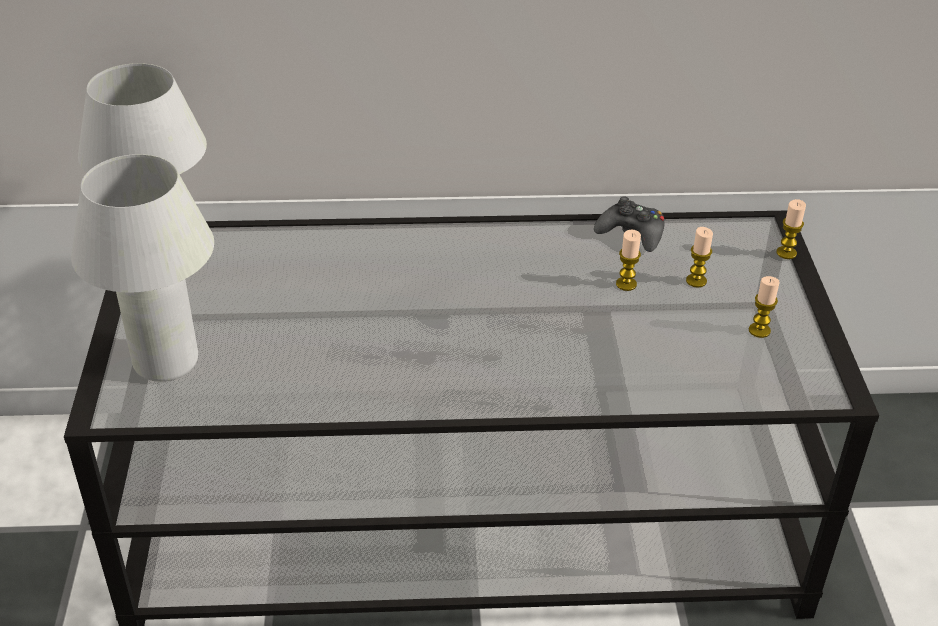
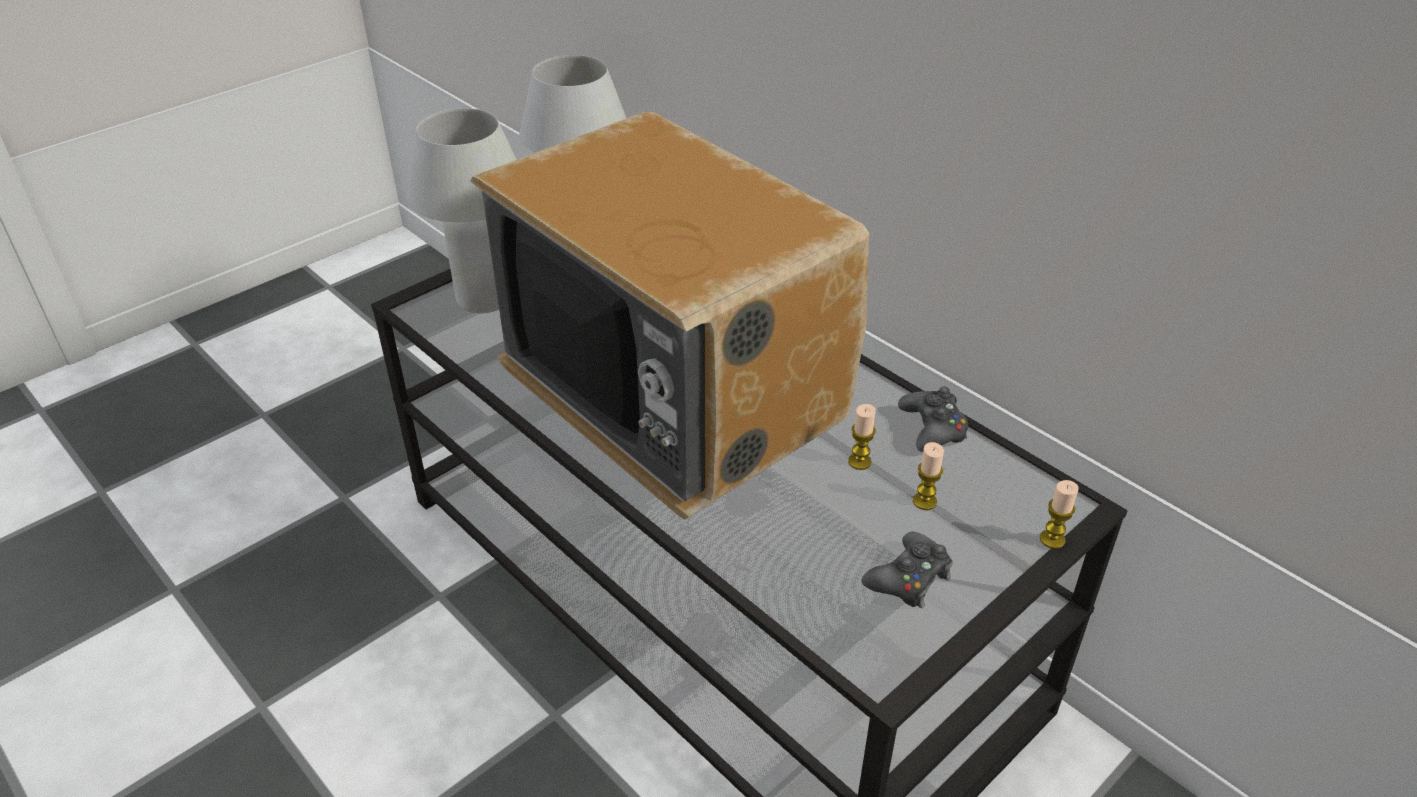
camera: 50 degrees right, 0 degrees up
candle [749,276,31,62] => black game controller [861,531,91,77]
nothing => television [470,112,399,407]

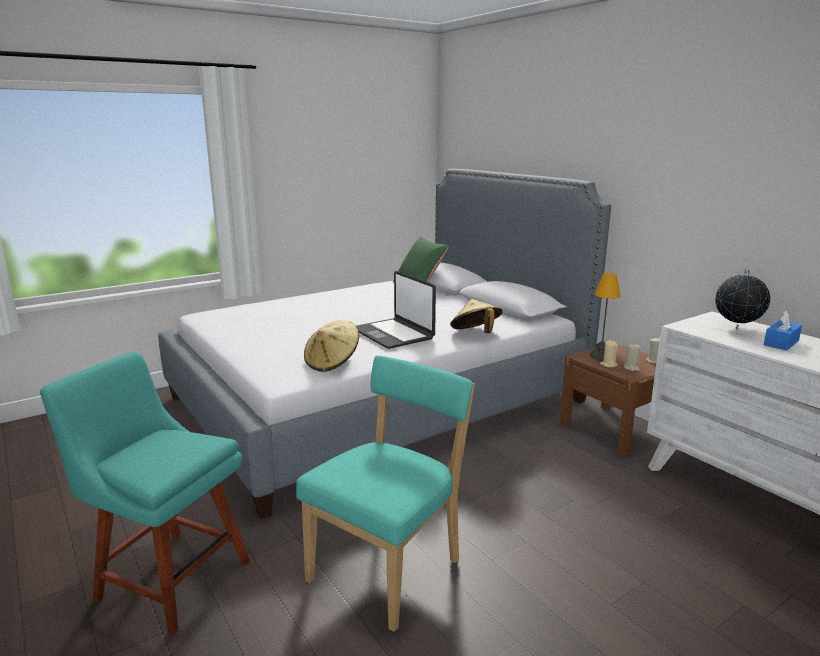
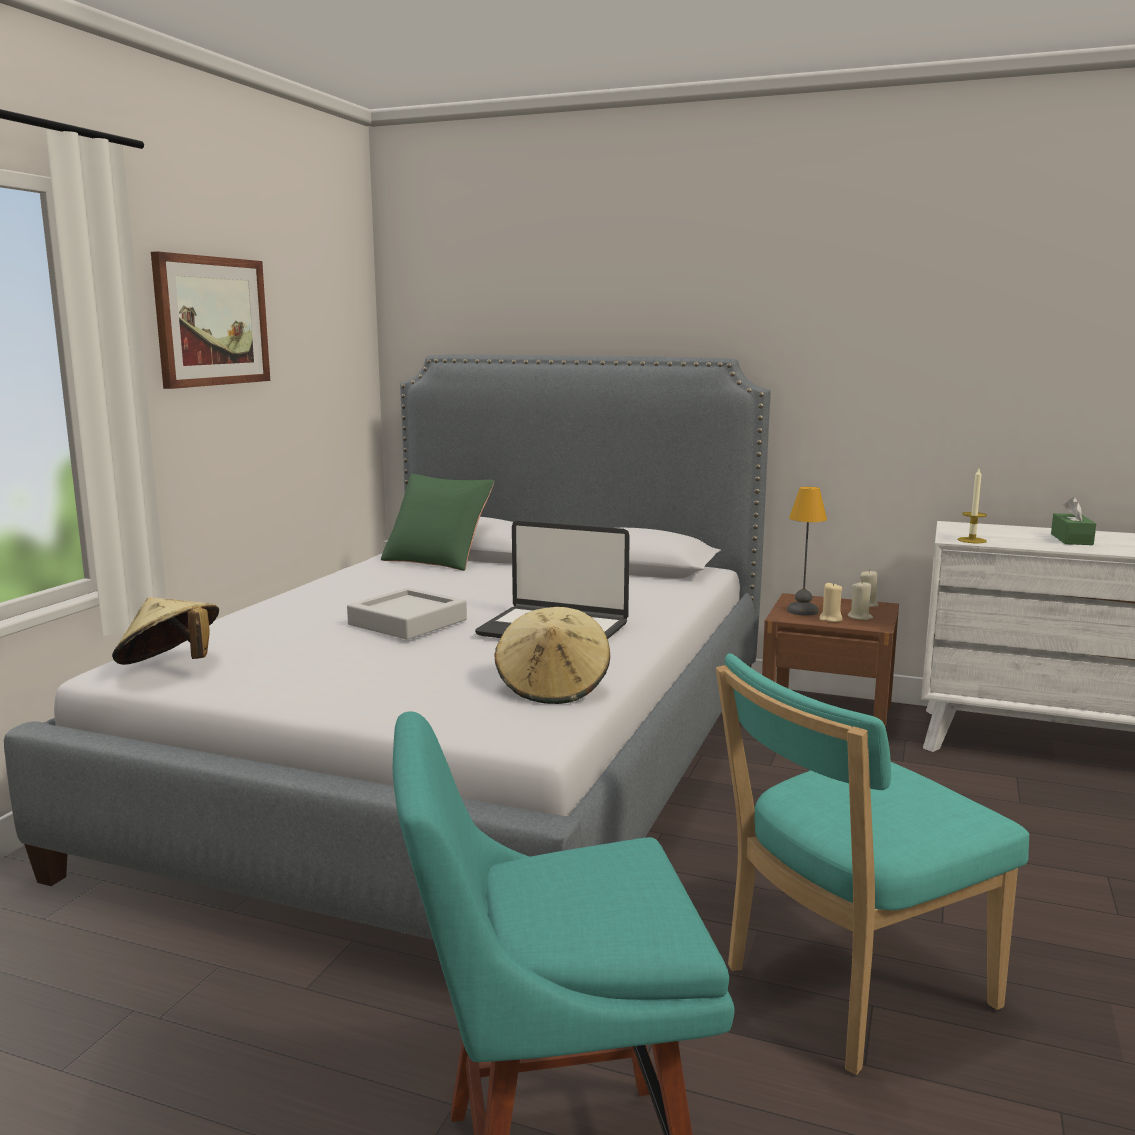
camera: 35 degrees left, 5 degrees down
turquoise chair [296,356,179,276] => turquoise chair [716,653,313,422], 120 degrees counterclockwise
beige hat [450,299,52,34] => beige hat [112,597,107,68], relocated
globe [715,269,55,60] => nothing
blue tissue box [764,310,38,40] => green tissue box [1051,497,45,48]
nothing => picture [151,251,119,138]
nothing => grey tray [347,588,120,52]
nothing => candle [958,469,29,74]

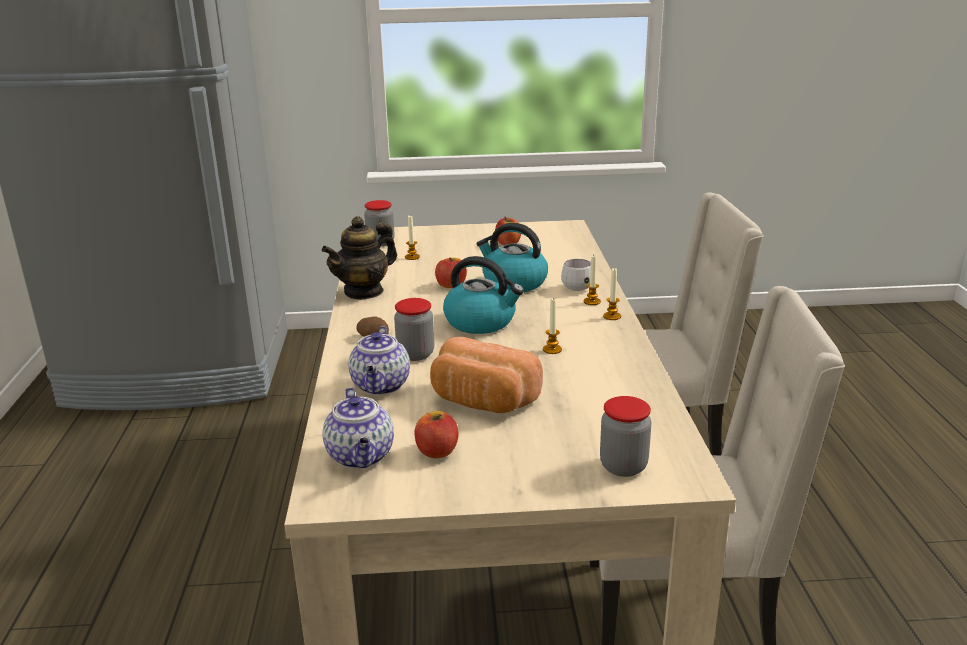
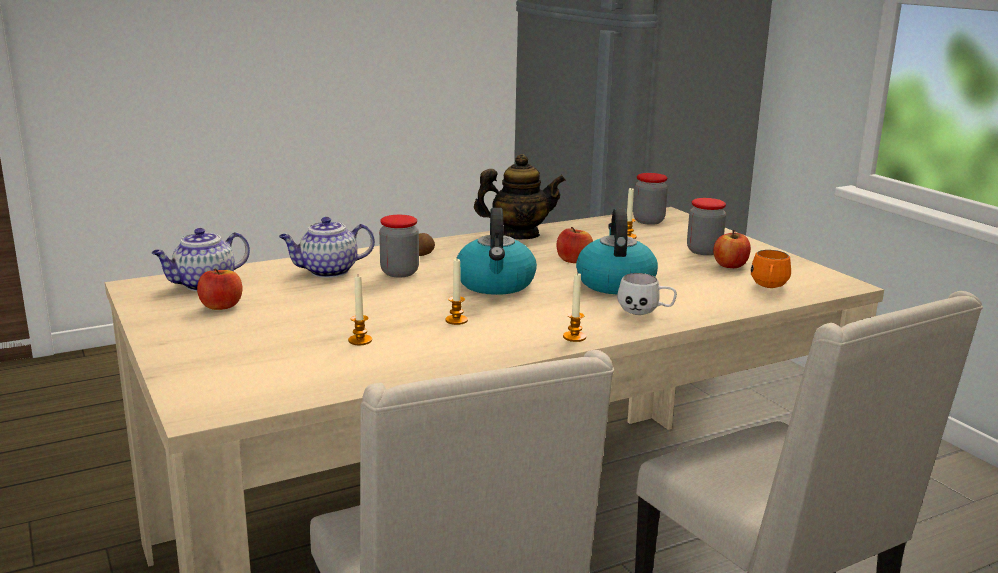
camera: 65 degrees right, 5 degrees down
teapot [322,216,75,84] => teapot [474,154,92,85], 150 degrees clockwise
bread [430,337,113,76] => nothing
candle [584,255,17,50] => candle [348,276,24,69], relocated
jar [600,396,51,81] => jar [687,198,39,57], relocated
nothing => orange mug [751,250,40,38]

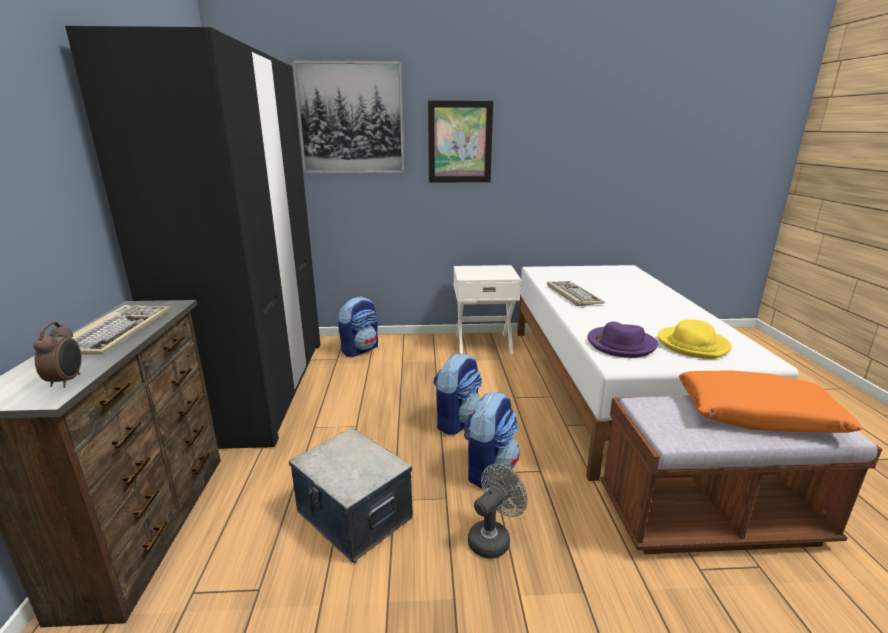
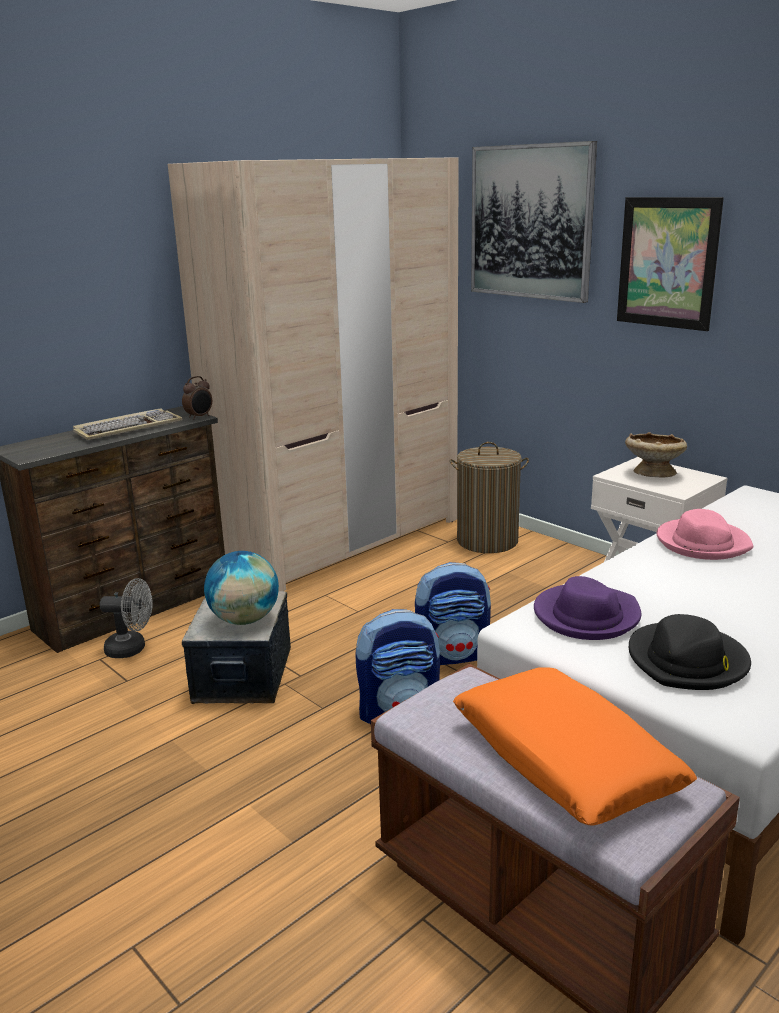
camera: 50 degrees right, 0 degrees up
alarm clock [34,322,48,65] => alarm clock [182,376,30,43], relocated
black wardrobe [65,26,255,423] => beige wardrobe [168,157,291,434]
backpack [338,296,40,61] => laundry basket [450,442,79,111]
grey fan [468,464,60,95] => grey fan [100,578,53,80], relocated
keyboard [547,281,58,25] => pink hat [657,509,96,51]
yellow hat [658,320,74,39] => black hat [629,614,122,76]
nothing => globe [204,551,75,74]
nothing => beige bowl [625,432,62,46]

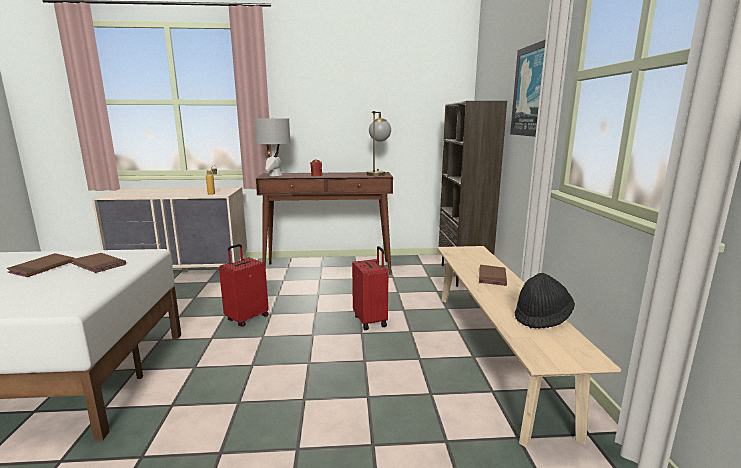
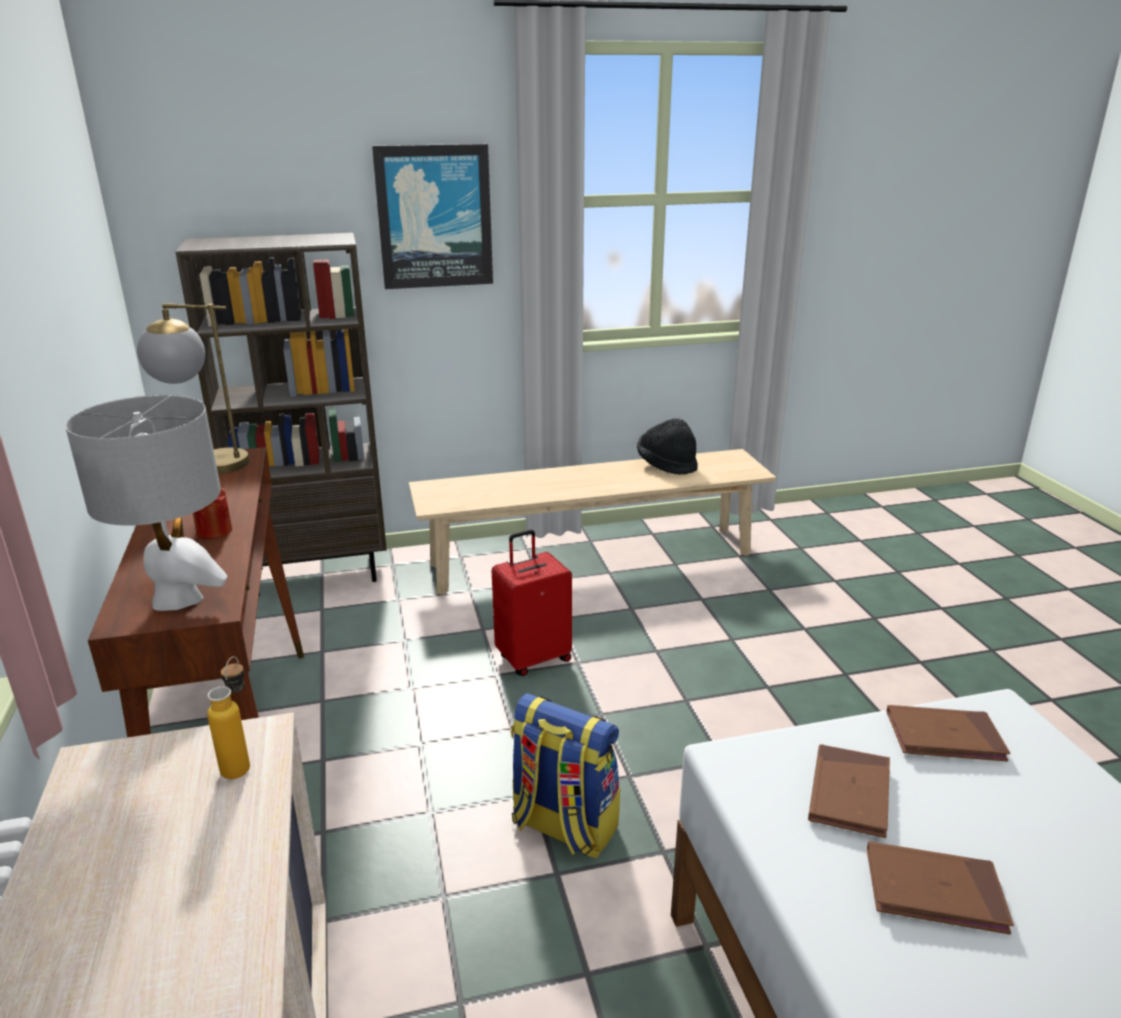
camera: 100 degrees left, 10 degrees up
red suitcase [219,244,50,82] => backpack [511,693,109,165]
brown book [479,265,28,21] => brown book [886,705,124,57], relocated

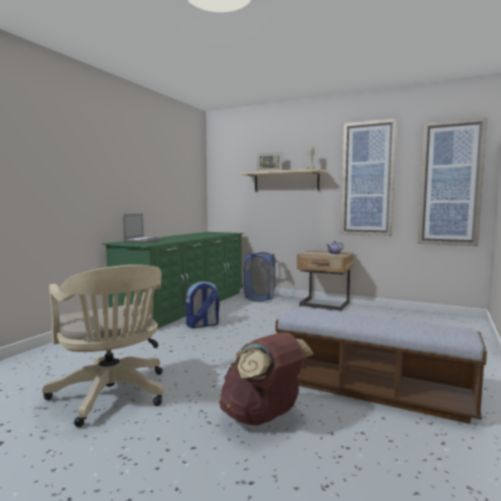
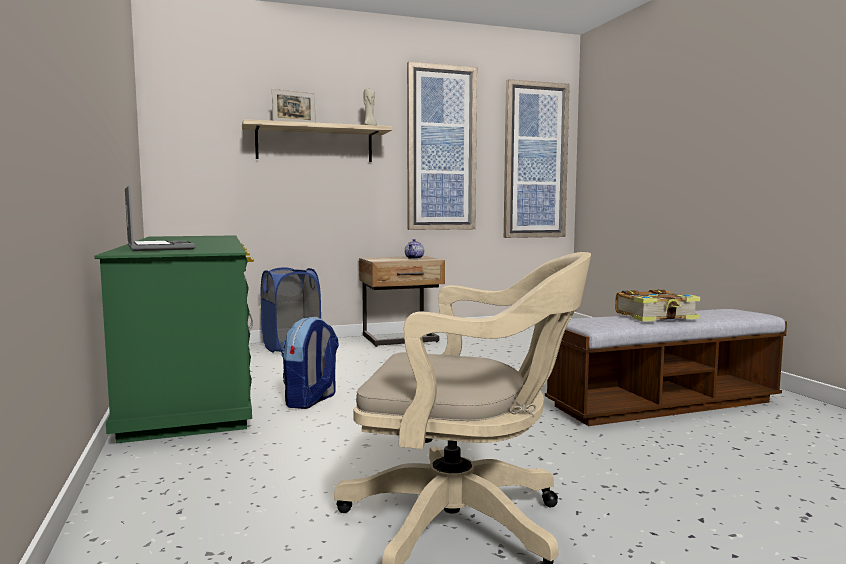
camera: 45 degrees left, 0 degrees up
brown backpack [219,333,95,93] => nothing
nothing => book [615,289,85,33]

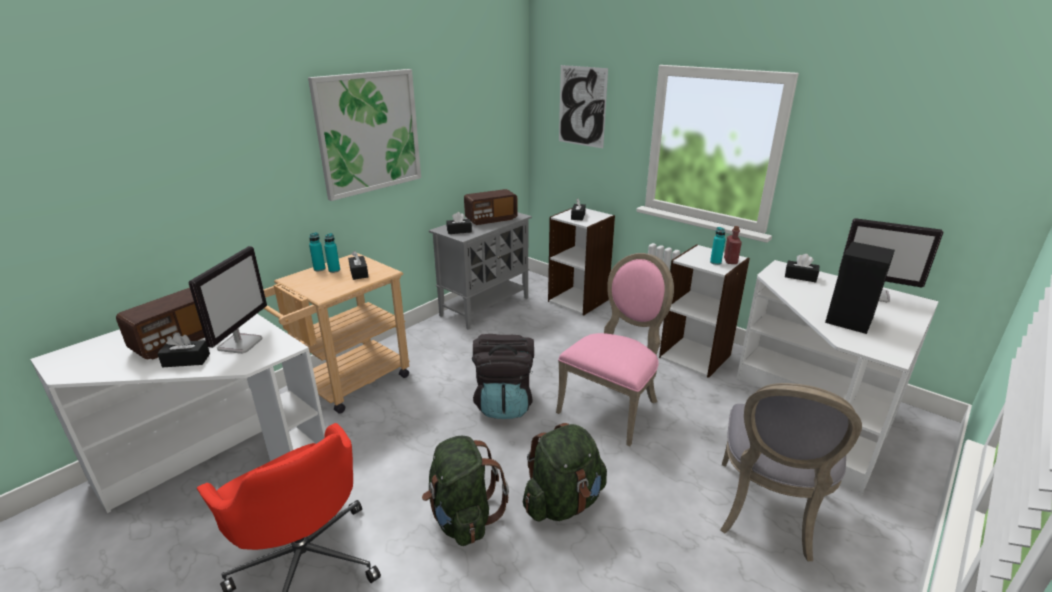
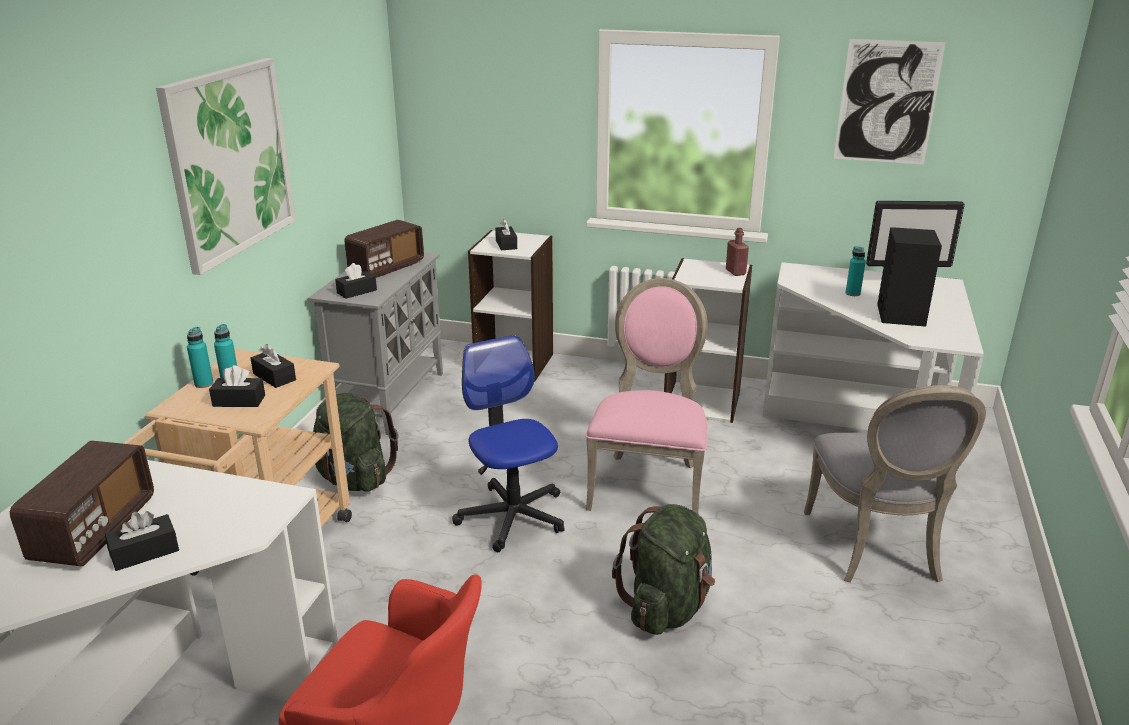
camera: 25 degrees left, 0 degrees up
monitor [188,246,79,108] => nothing
green backpack [422,436,87,110] => green backpack [313,393,85,99], relocated
black backpack [472,334,62,85] => office chair [452,335,113,217]
picture [559,65,49,83] => picture [834,39,112,126], relocated
turquoise bottle [710,227,16,38] => turquoise bottle [846,246,20,50], relocated
black tissue box [785,254,34,28] => black tissue box [209,365,56,42], relocated

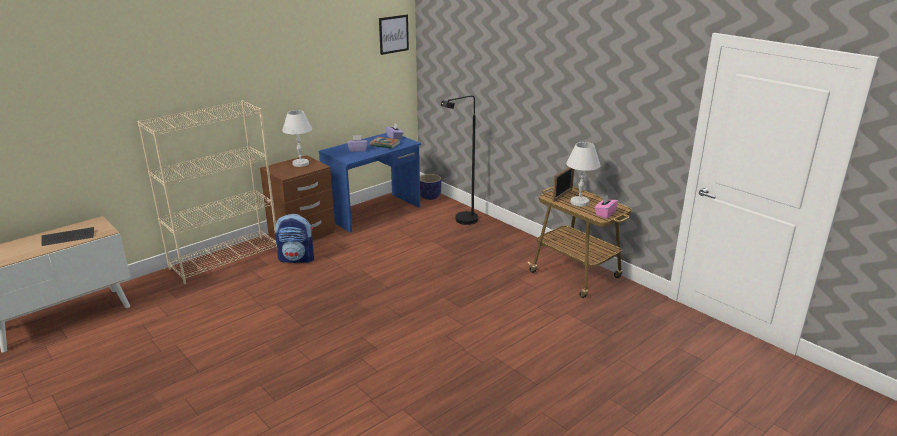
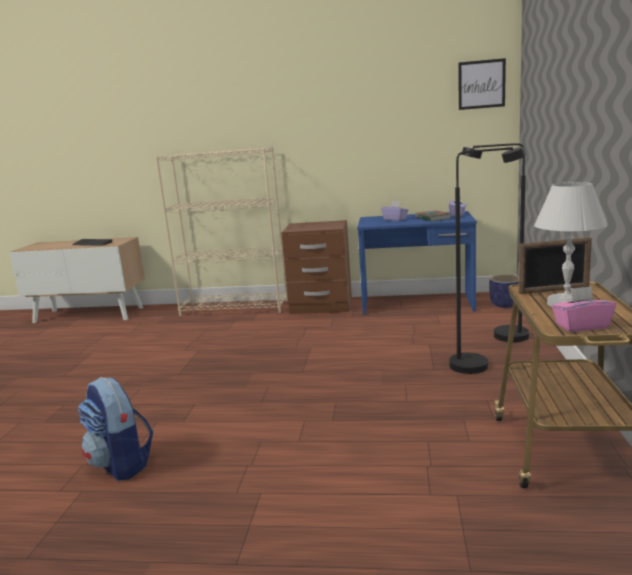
camera: 50 degrees right, 10 degrees down
backpack [275,214,39,49] => backpack [78,377,75,104], relocated
white table lamp [282,110,30,57] => nothing
nothing => black floor lamp [449,147,77,227]

